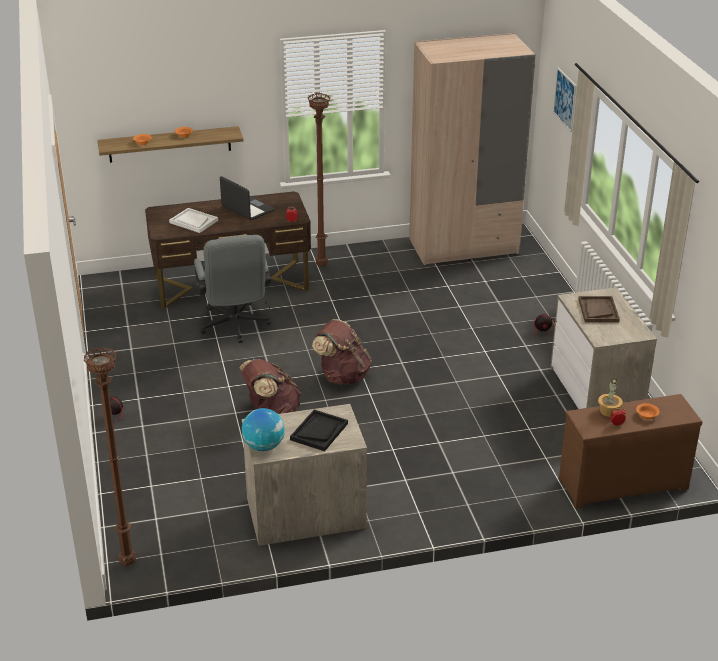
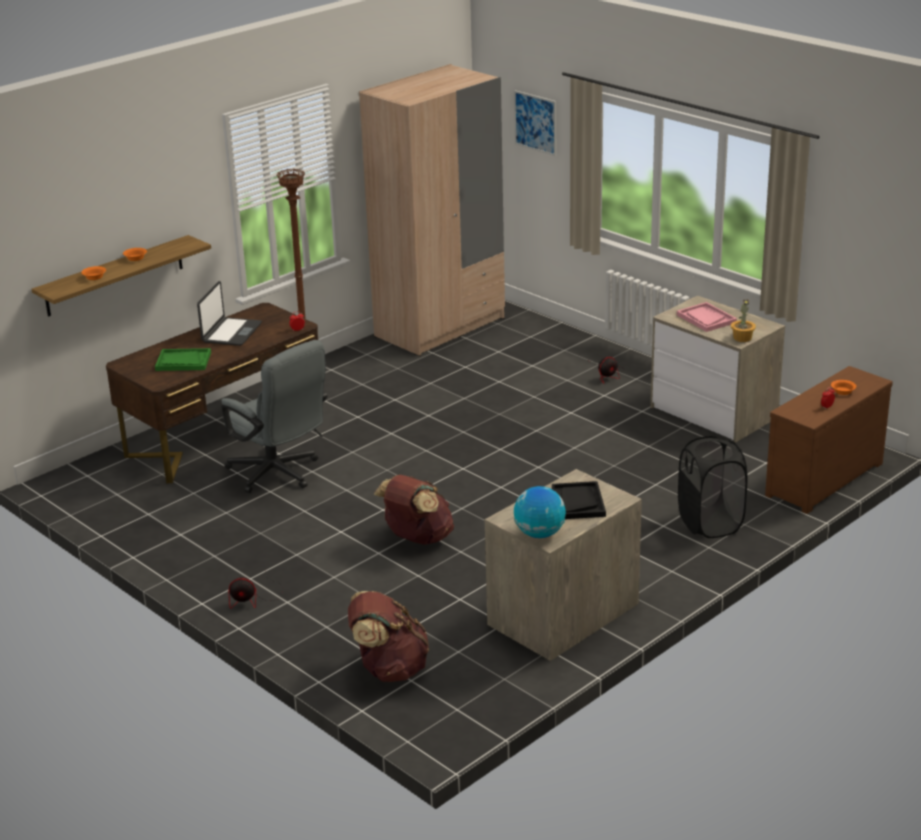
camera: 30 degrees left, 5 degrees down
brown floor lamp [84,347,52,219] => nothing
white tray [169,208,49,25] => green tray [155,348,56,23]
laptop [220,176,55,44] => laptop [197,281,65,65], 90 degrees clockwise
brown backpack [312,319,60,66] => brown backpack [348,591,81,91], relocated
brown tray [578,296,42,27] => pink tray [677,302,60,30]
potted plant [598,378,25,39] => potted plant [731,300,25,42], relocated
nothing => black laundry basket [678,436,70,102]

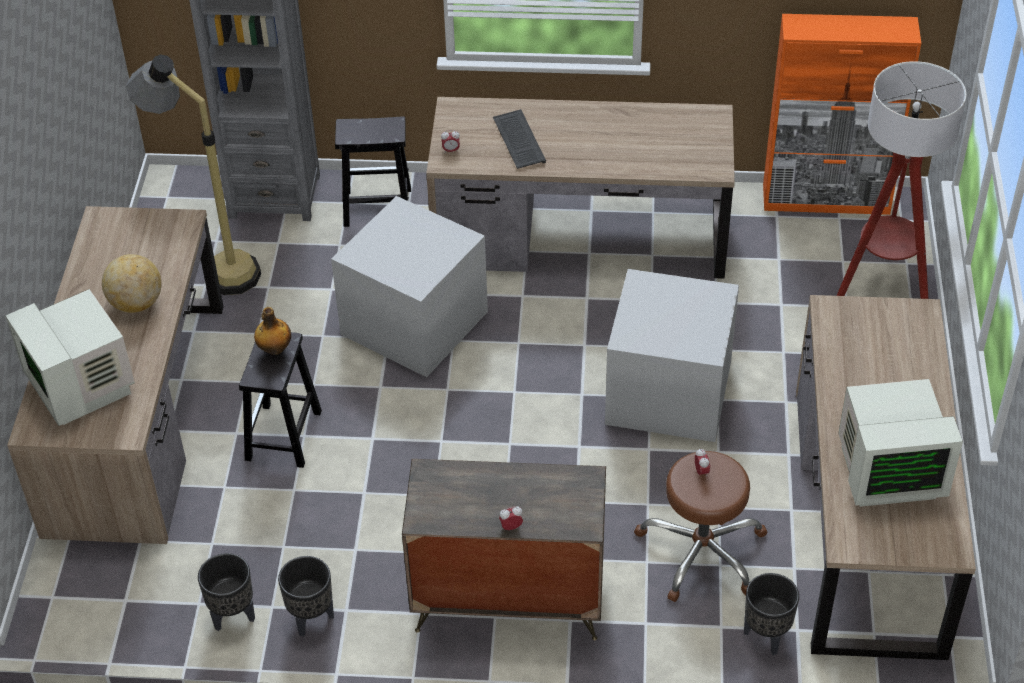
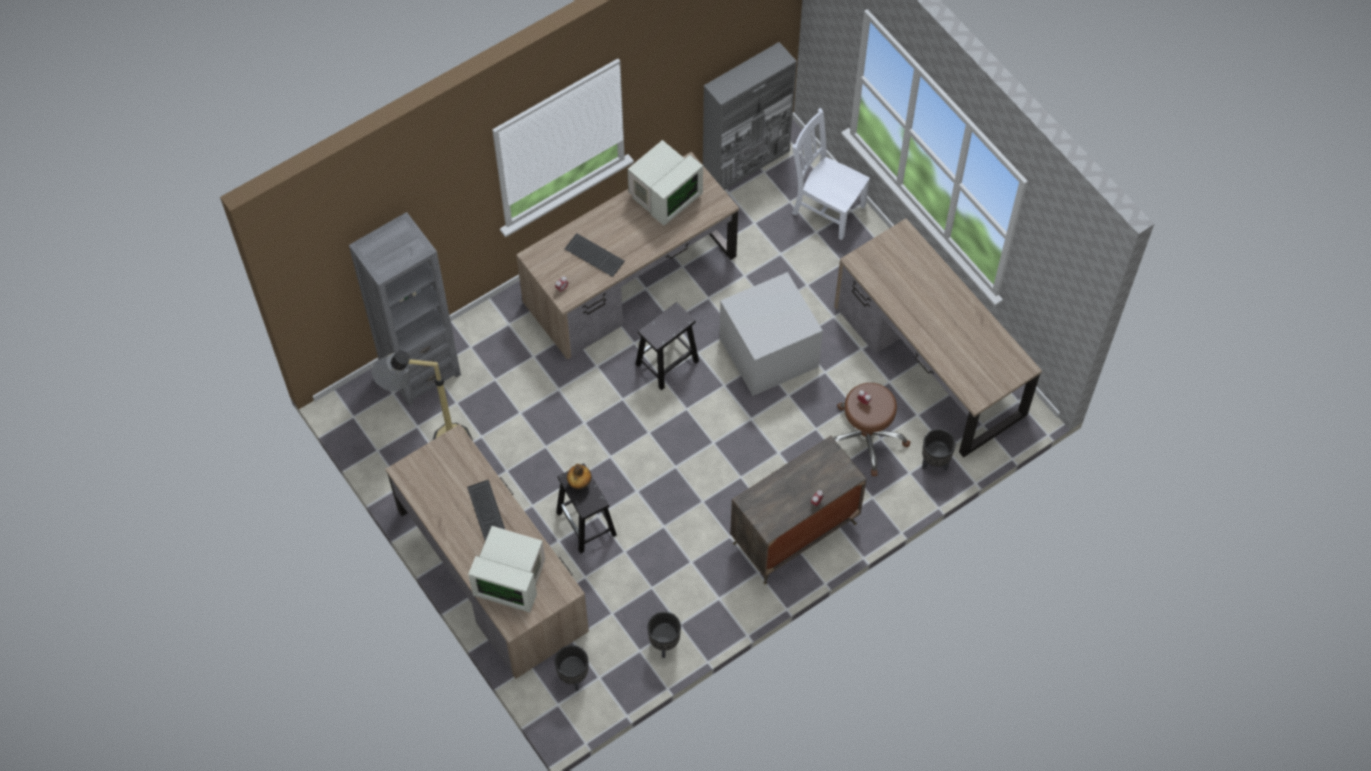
camera: 40 degrees left, 15 degrees up
globe [102,254,60,59] => keyboard [467,479,38,62]
black planter [278,556,56,81] => black planter [554,645,34,46], relocated
grey storage box [331,196,157,181] => nothing
black stool [335,116,76,111] => black stool [636,302,63,88], relocated
orange cabinet [763,14,158,201] => grey cabinet [703,42,94,148]
floor lamp [837,61,129,238] => white chair [792,108,78,132]
monitor [839,379,124,128] => monitor [627,140,76,86], relocated

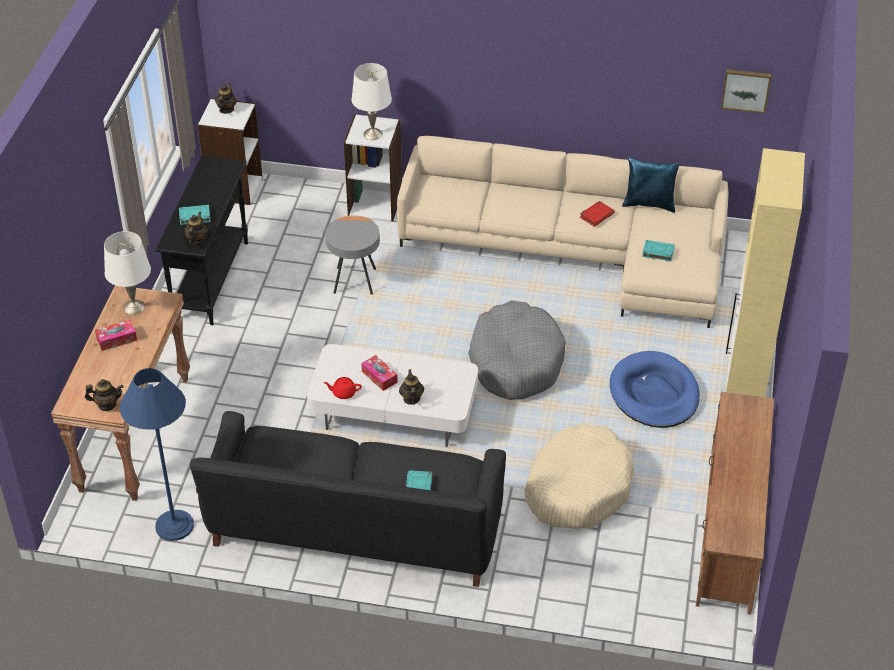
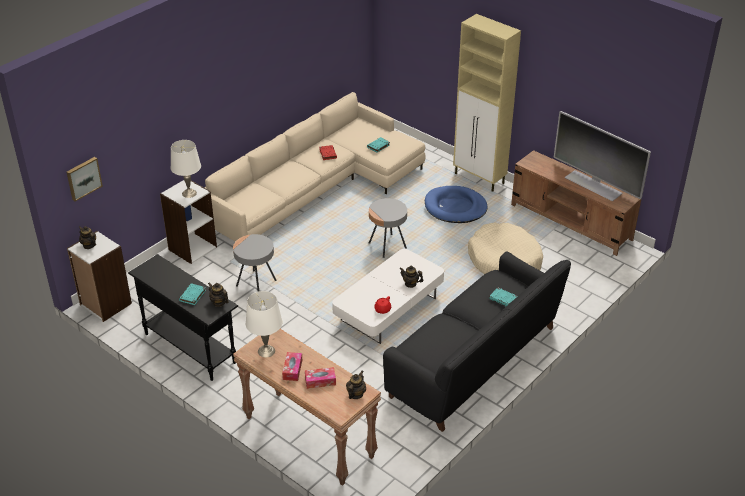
camera: 60 degrees left, 5 degrees down
blue floor lamp [120,368,74,173] => nothing
tissue box [361,355,37,36] => tissue box [305,367,31,22], relocated
grey dog bed [468,300,98,100] => grey side table [369,198,38,60]
blue pillow [622,157,58,56] => nothing
picture [721,69,50,45] => picture [66,157,37,44], relocated
nothing => television [554,111,97,90]

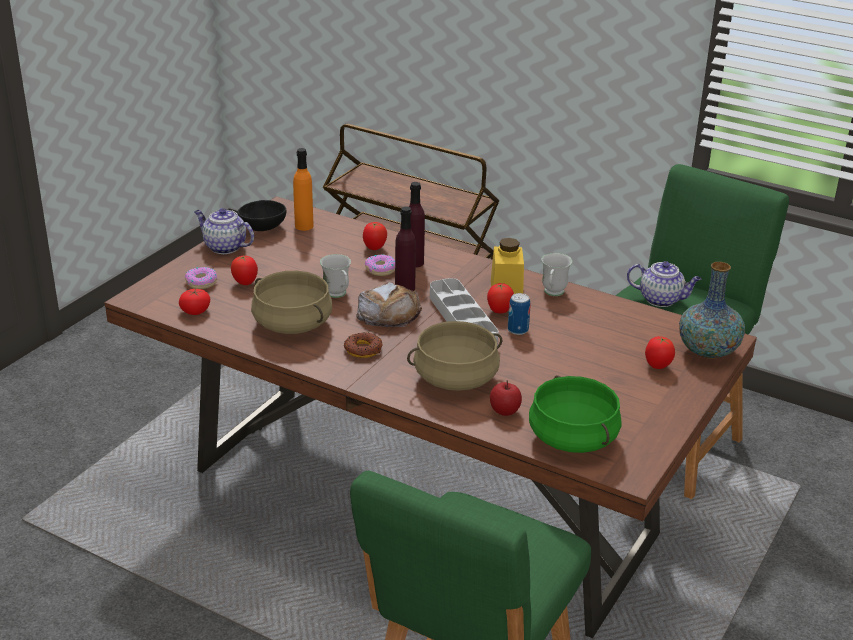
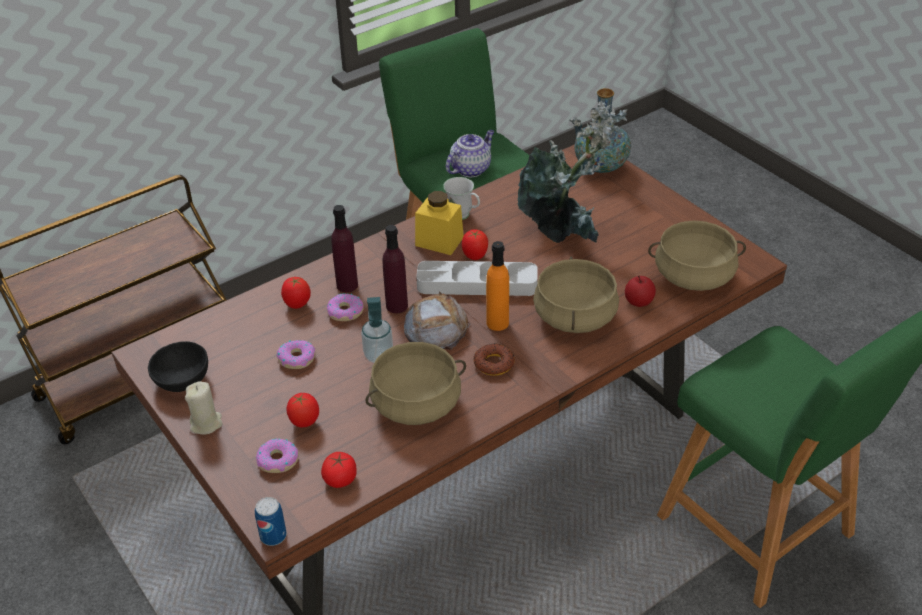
camera: 65 degrees left, 10 degrees up
teapot [194,208,60,46] => beige candle [185,381,38,54]
orange bottle [293,148,21,83] => orange bottle [486,241,23,90], relocated
white mug [320,254,31,44] => soap dispenser [361,297,32,66]
can [508,293,22,42] => can [255,497,32,49], relocated
green cooking pot [529,375,93,78] => beige cooking pot [648,221,98,70]
tomato [645,336,30,33] => nothing
nothing => donut [277,340,38,29]
nothing => potted plant [518,101,109,142]

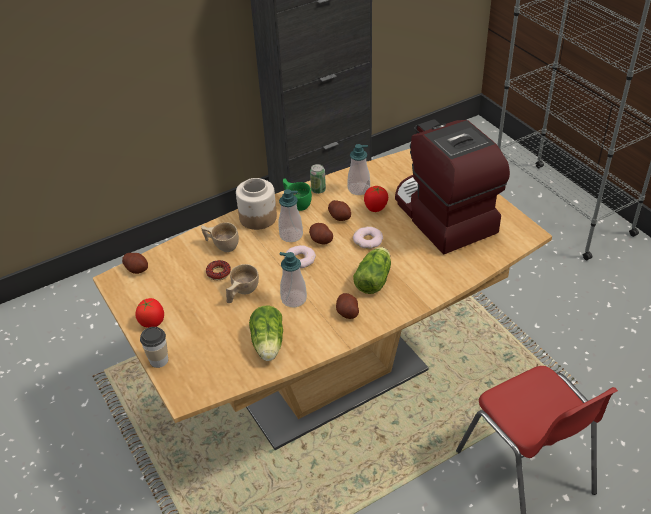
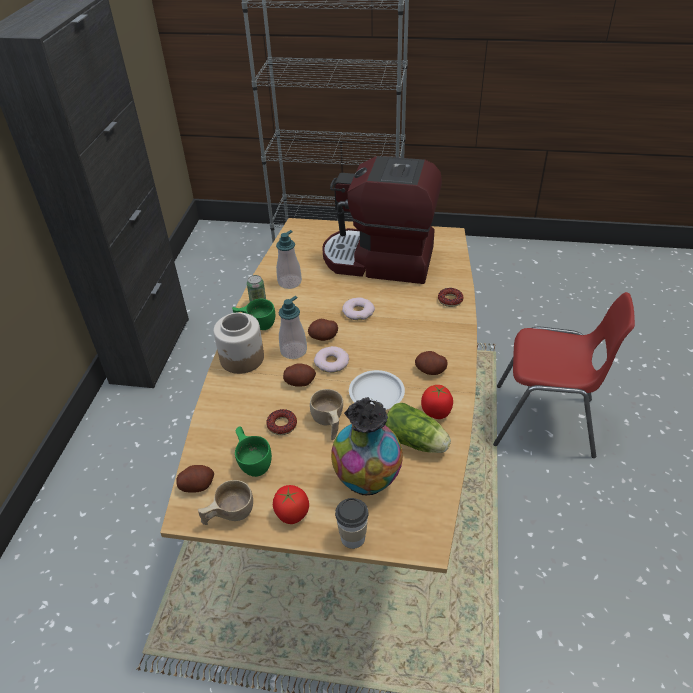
camera: 50 degrees left, 0 degrees up
beige cup [201,222,38,30] => beige cup [198,480,55,45], relocated
soap dispenser [280,252,27,55] => white plate [349,370,56,40]
potato [328,200,23,21] => potato [283,363,33,24], relocated
lettuce [353,247,38,47] => nothing
tomato [364,186,24,26] => tomato [421,385,32,34], relocated
nothing => green cup [235,427,37,50]
nothing => vase [331,397,72,98]
nothing => donut [438,288,26,19]

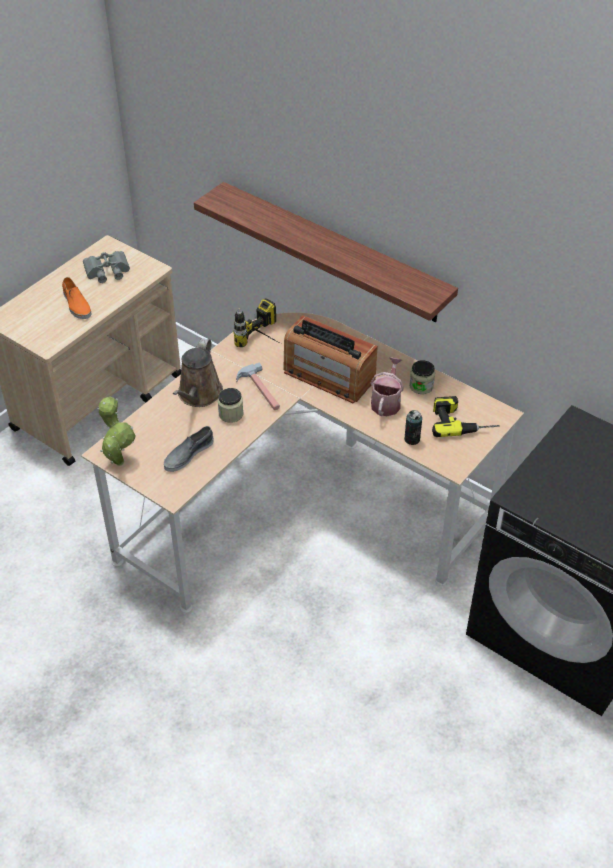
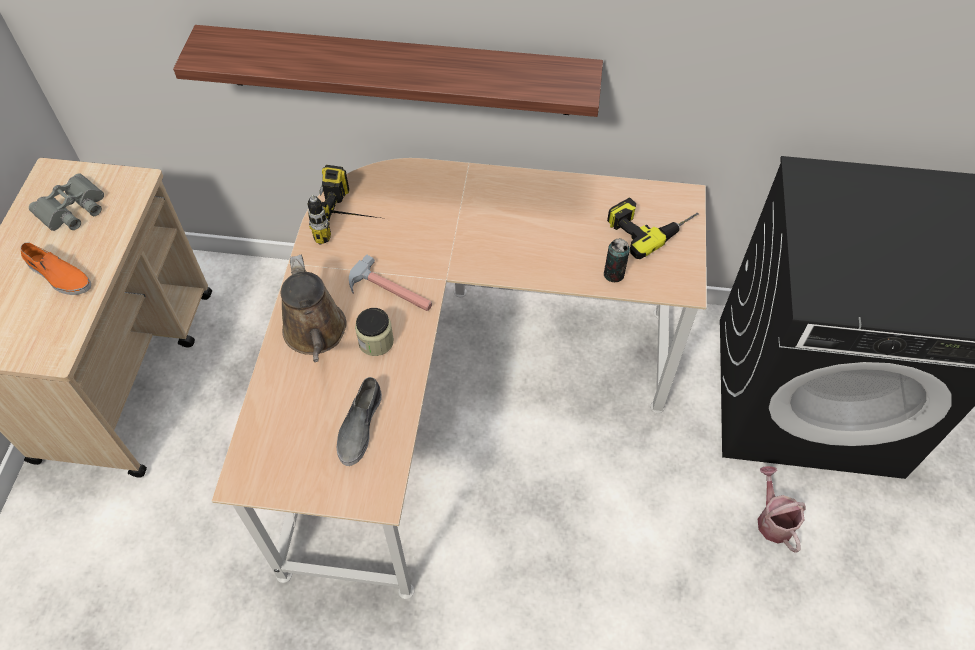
camera: 30 degrees left, 10 degrees up
potted plant [98,397,38,69] => nothing
radio [283,315,95,89] => nothing
watering can [370,357,34,59] => watering can [758,466,47,87], relocated
jar [409,360,26,34] => nothing

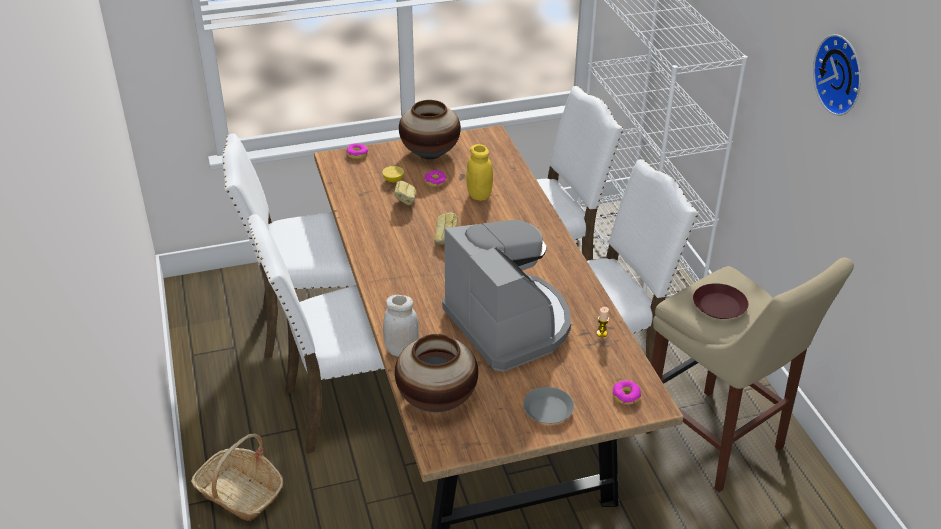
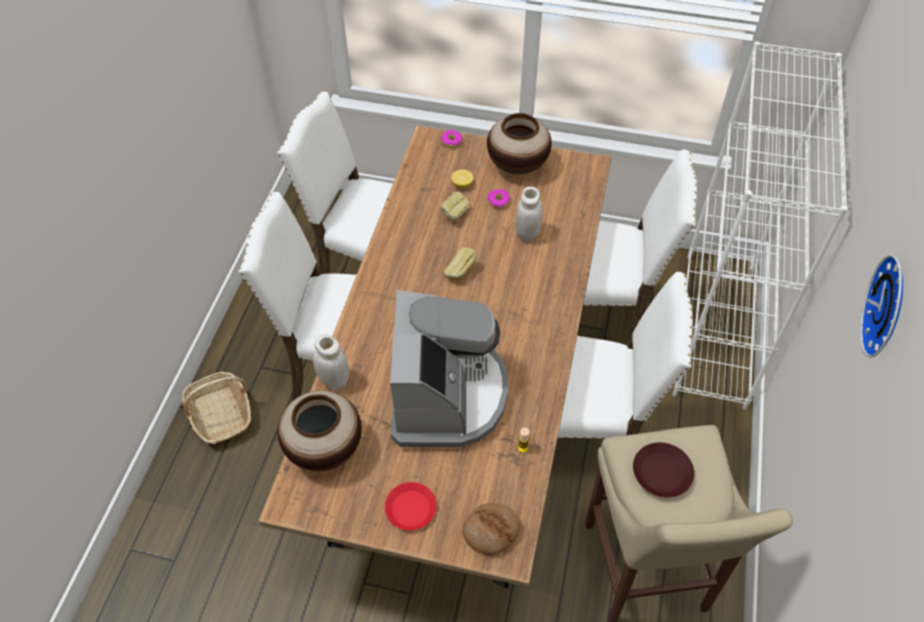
camera: 30 degrees right, 15 degrees up
yellow jar [466,144,27,57] => white jar [515,186,28,56]
grey plate [523,387,51,37] => red plate [385,482,52,49]
donut [613,380,28,25] => bread [463,503,58,52]

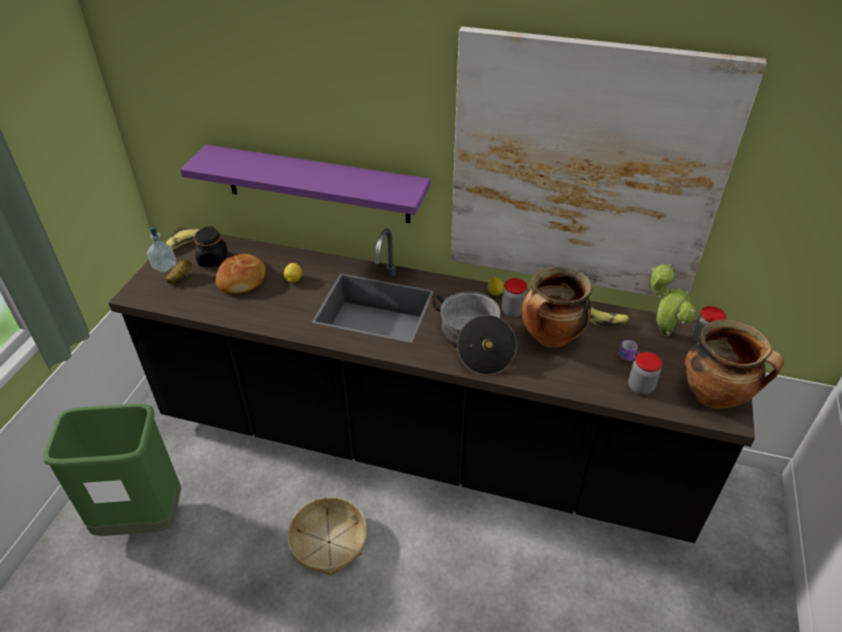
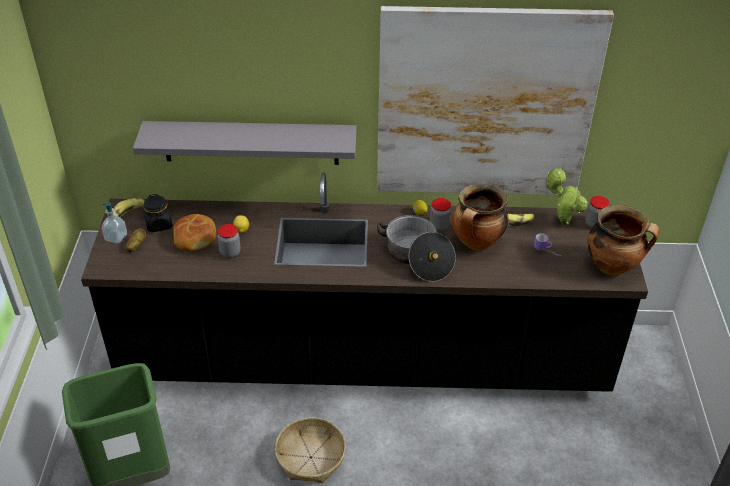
camera: 15 degrees left, 0 degrees up
purple shelf [180,145,251,78] => grey shelf [133,121,223,44]
jar [628,352,34,43] => jar [218,224,23,34], relocated

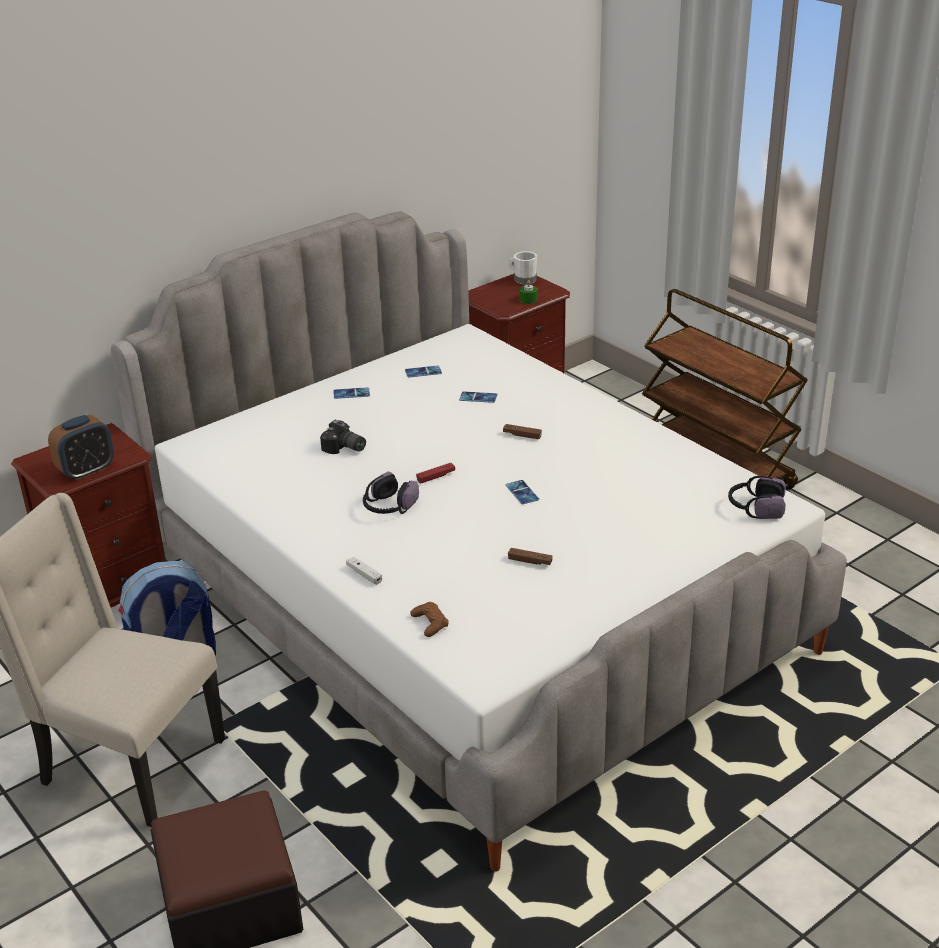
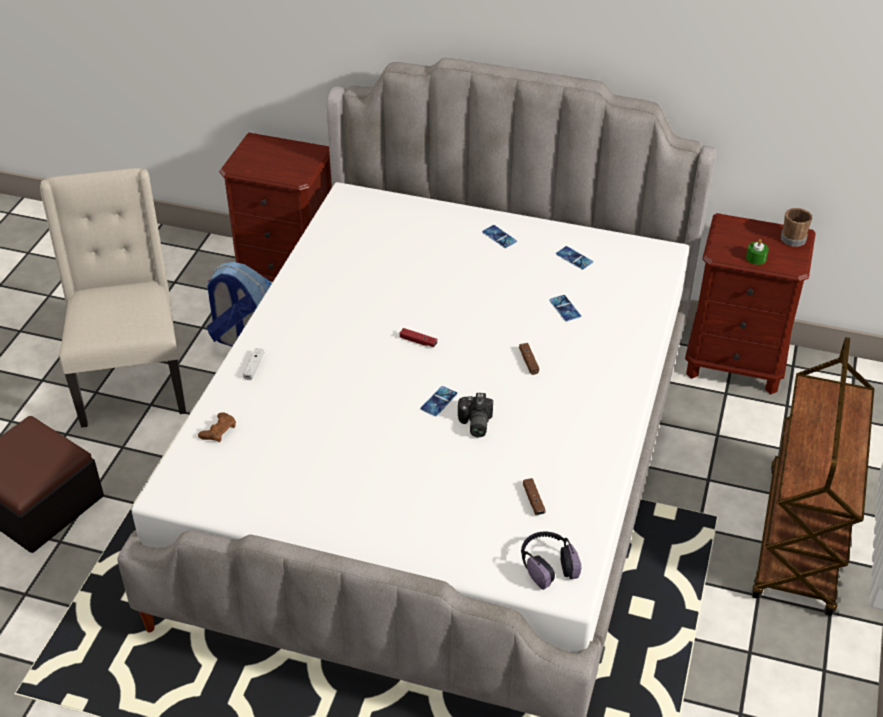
camera: 55 degrees right, 10 degrees up
alarm clock [48,415,66,66] => nothing
photo camera [320,419,46,35] => photo camera [458,393,35,44], relocated
headphones [363,472,56,42] => nothing
brown game controller [508,548,45,17] => brown game controller [523,478,22,37], relocated
white mug [509,251,28,33] => brown mug [781,208,31,39]

